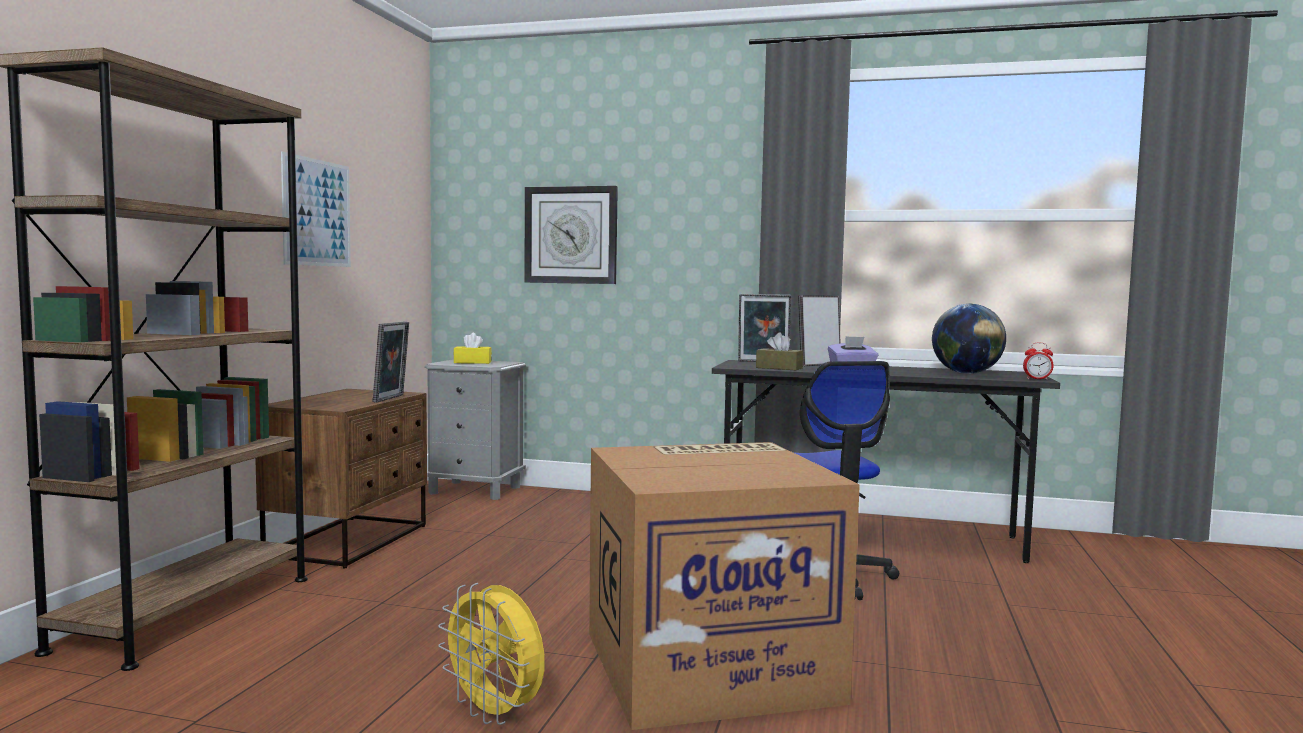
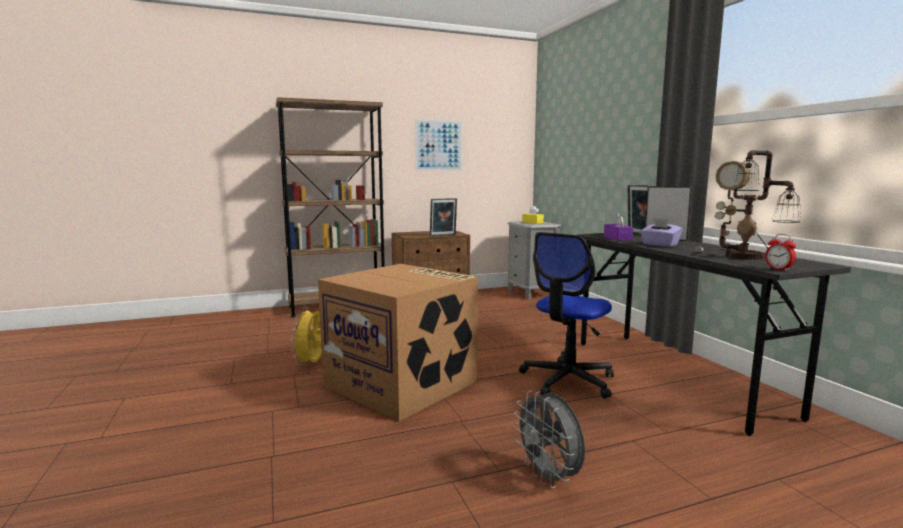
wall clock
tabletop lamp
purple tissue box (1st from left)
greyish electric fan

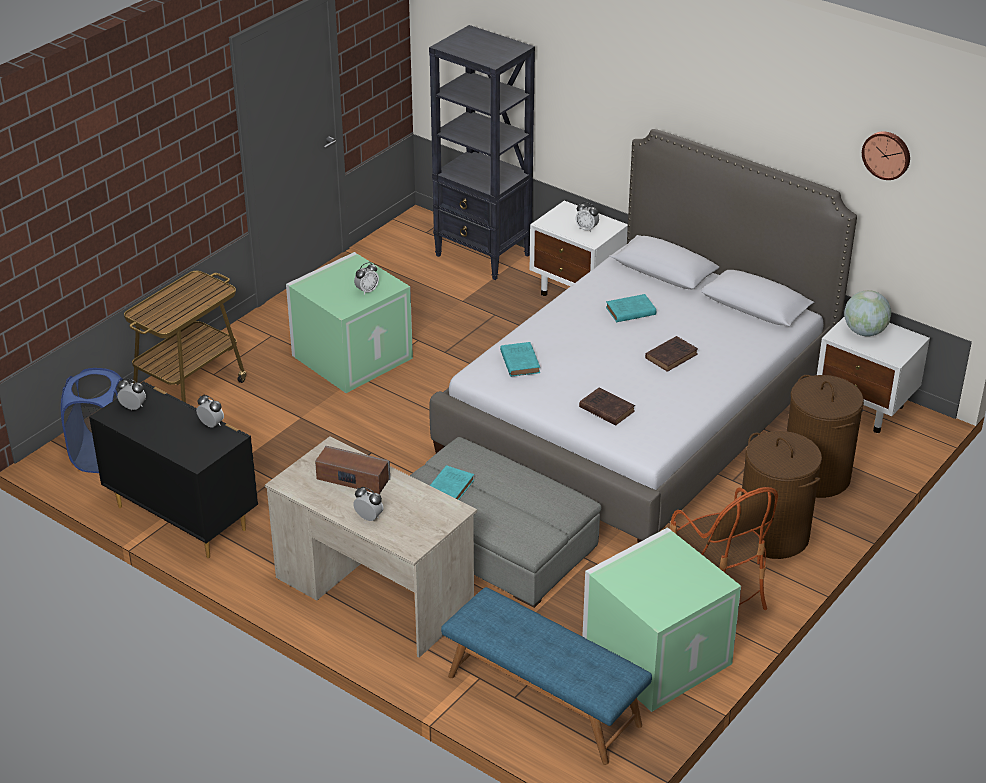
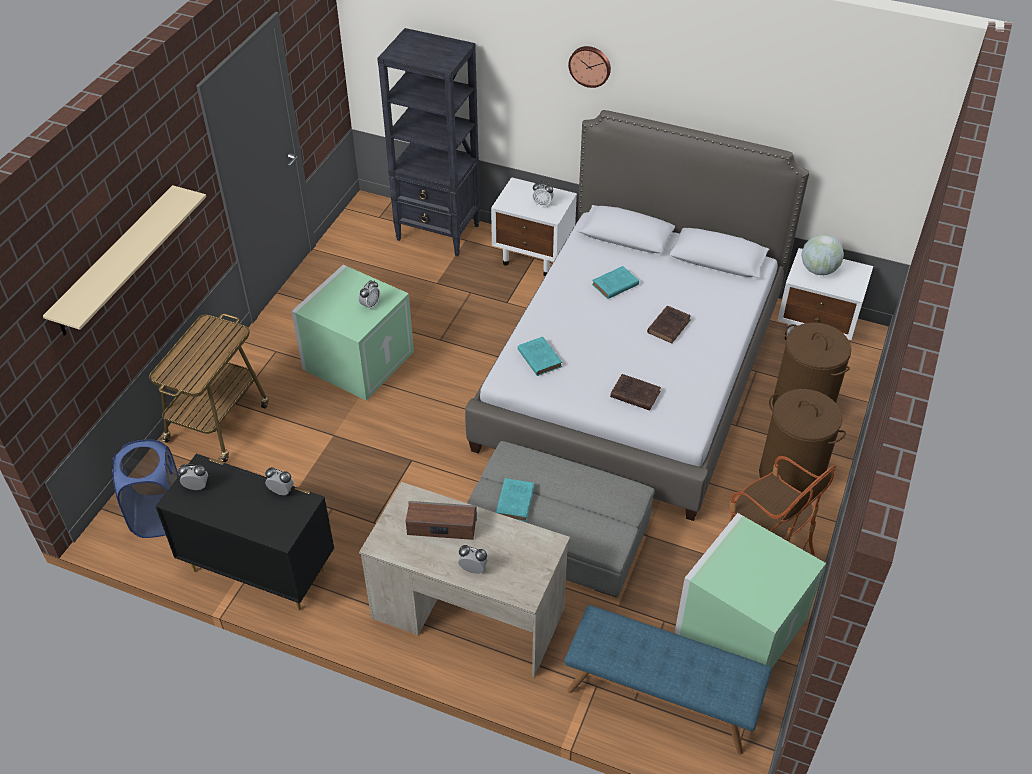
wall clock
beige-coloured bracket shelf

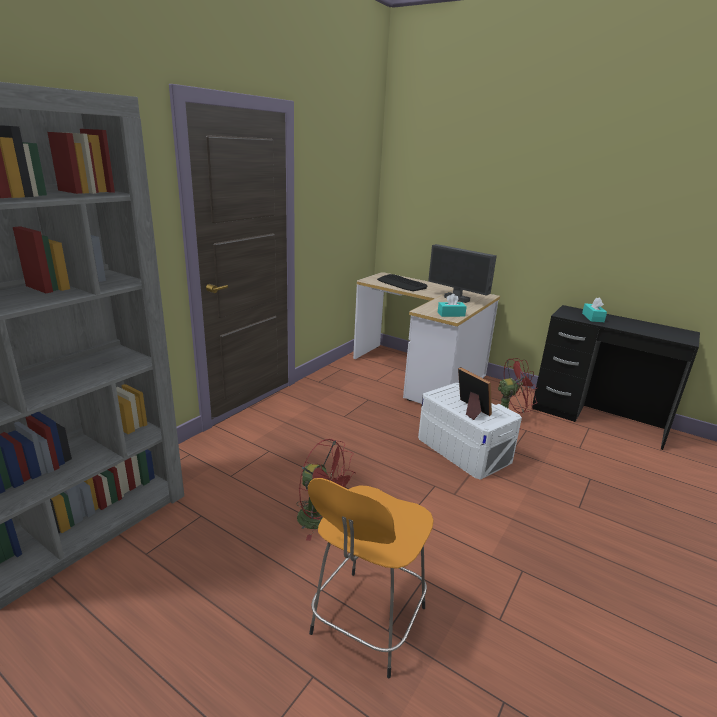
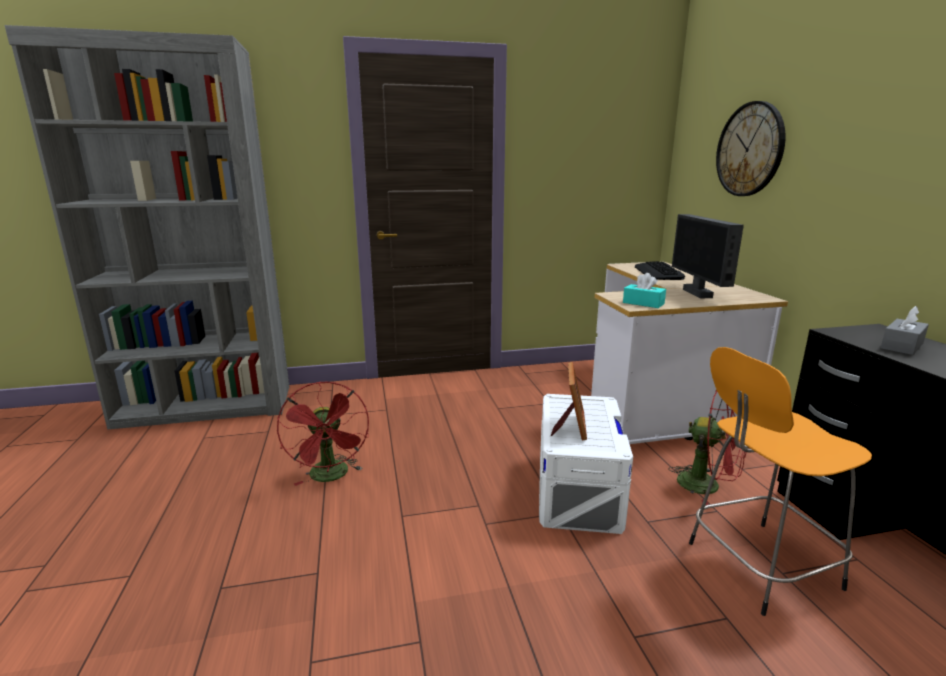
greyish tissue box
orange stool seat
wall clock

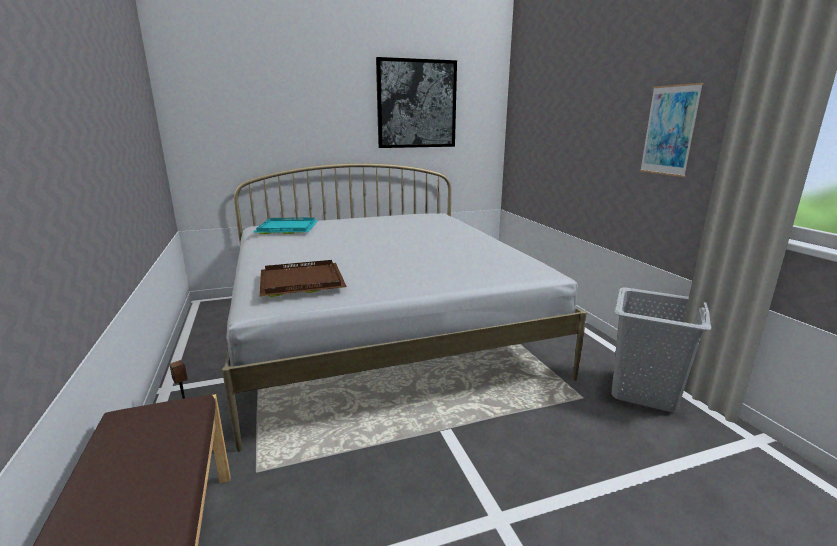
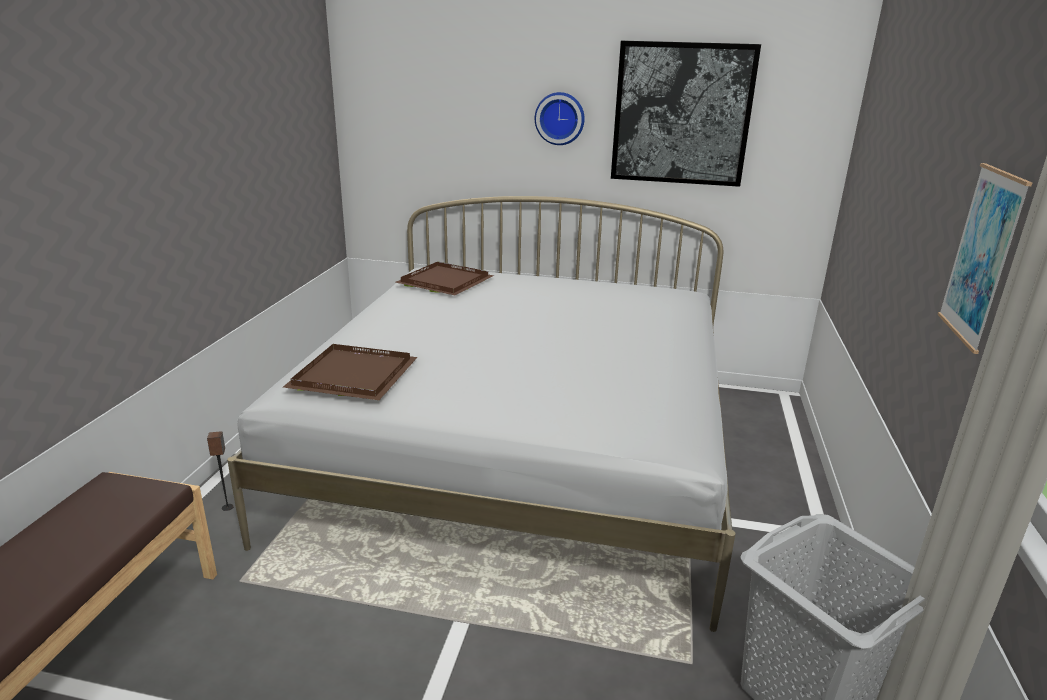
brownish carrying tray (2nd from left)
wall clock

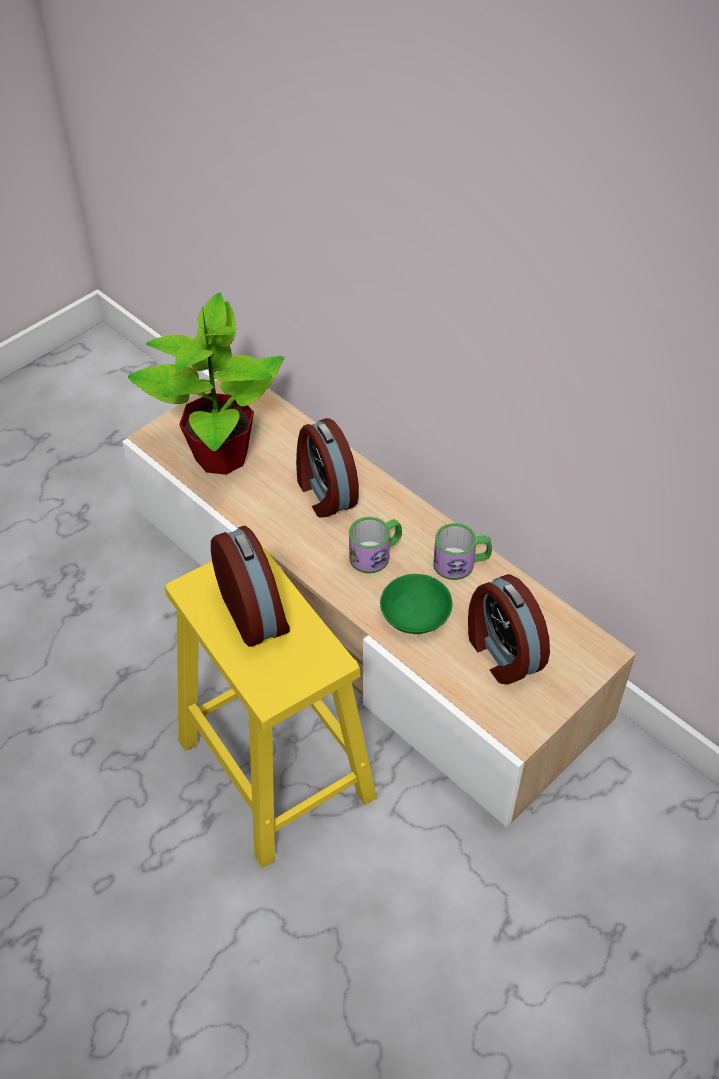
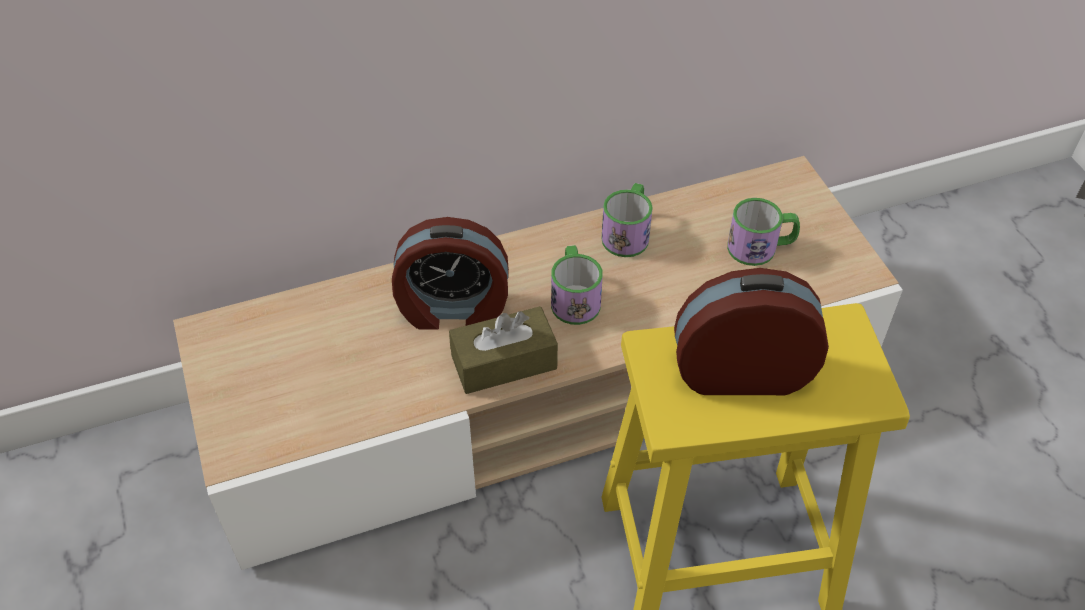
plant in a pot
greenish bowl
tea mug (3rd from left)
brownish tissue box

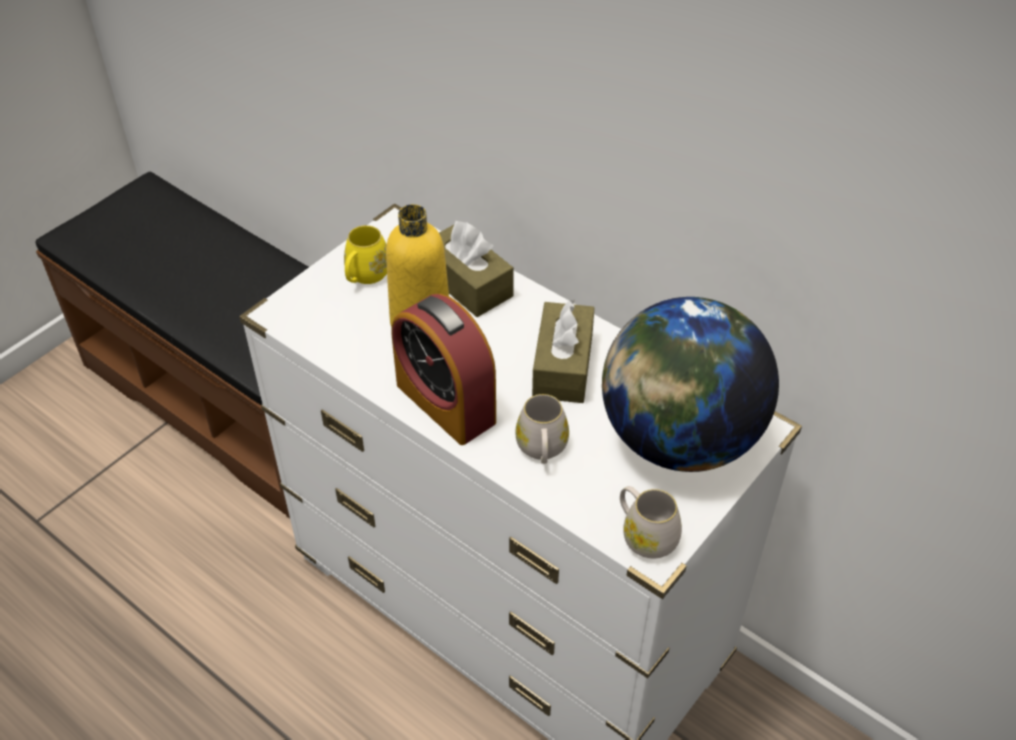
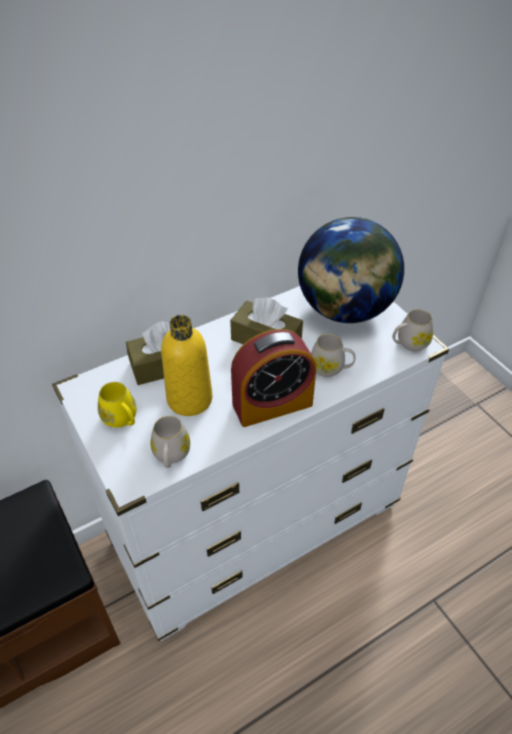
white tea mug (1st from left)

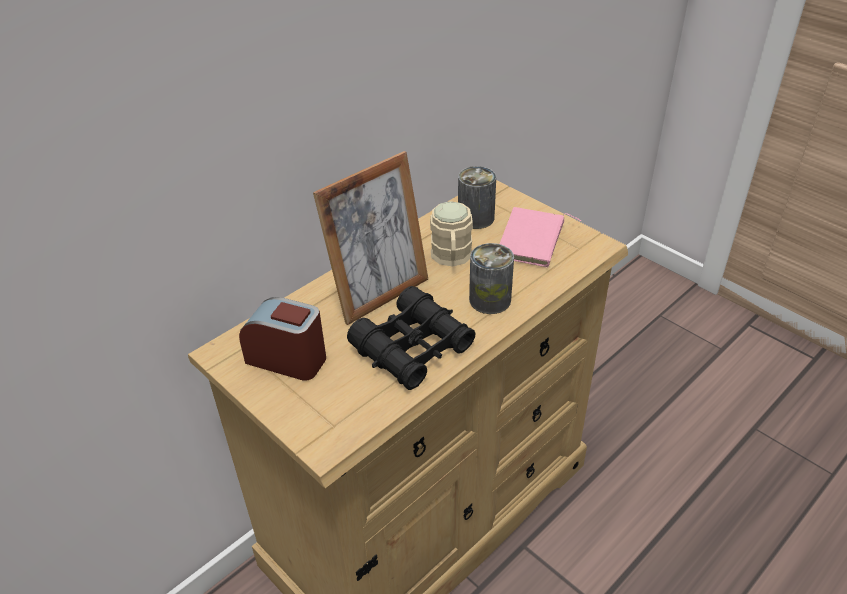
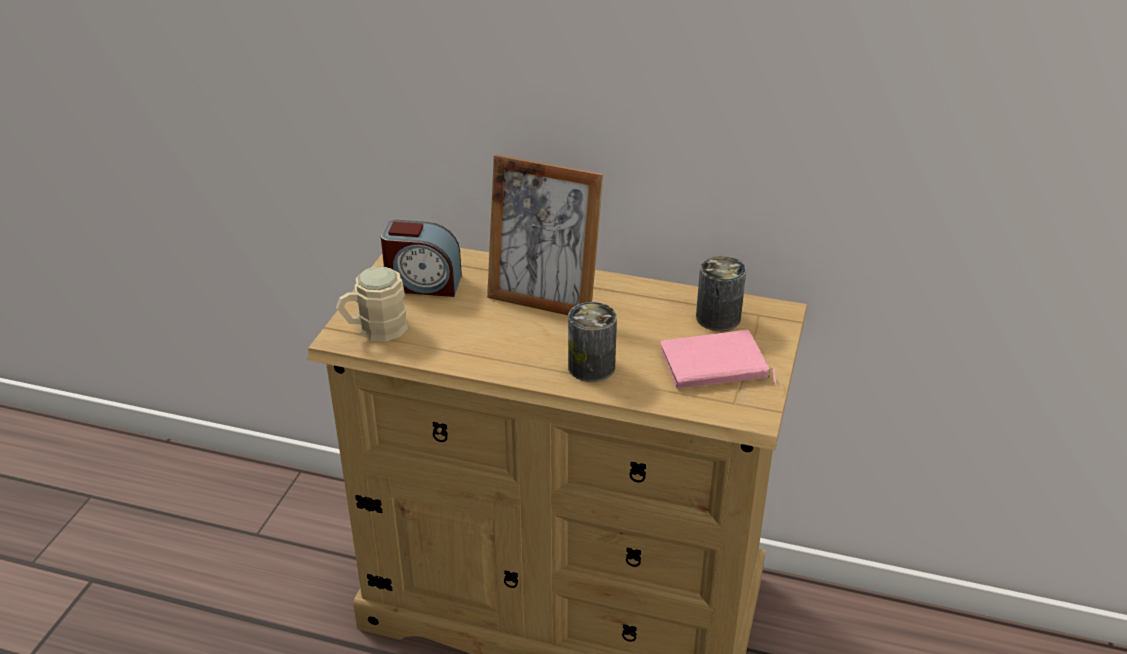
beige-coloured tea mug
black field glasses
bedside clock

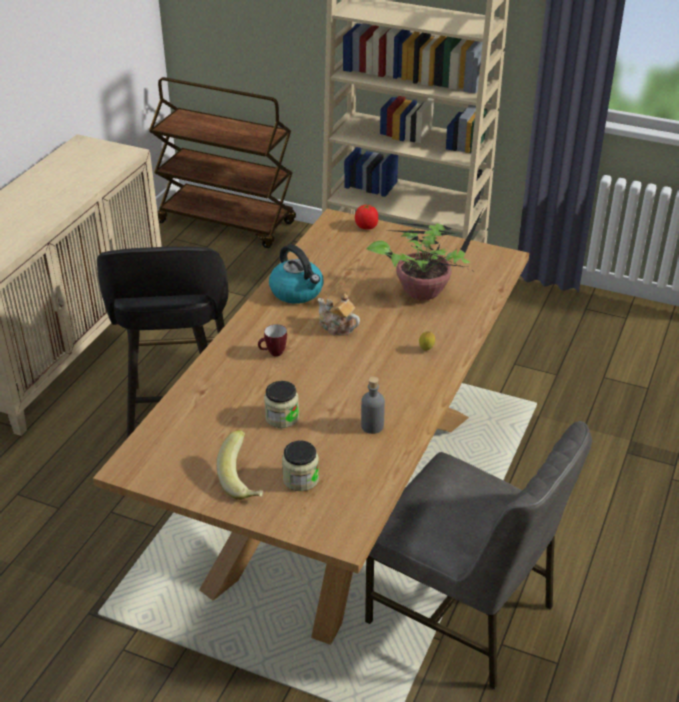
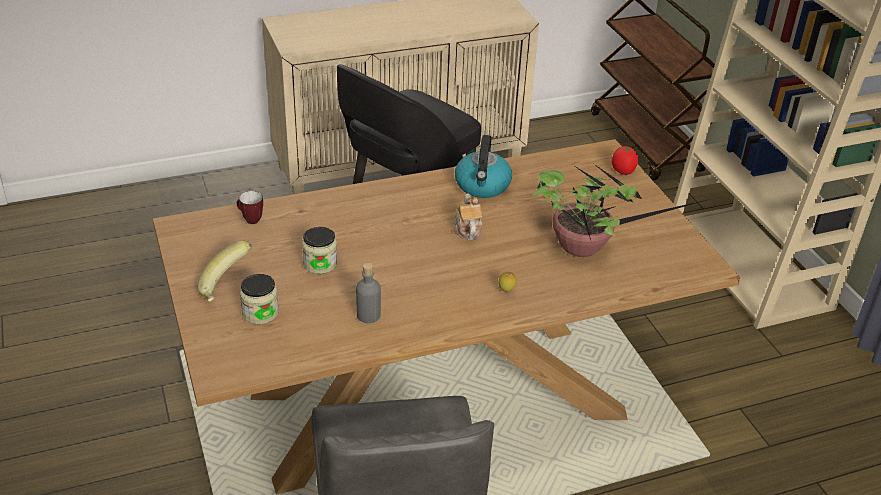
tea mug

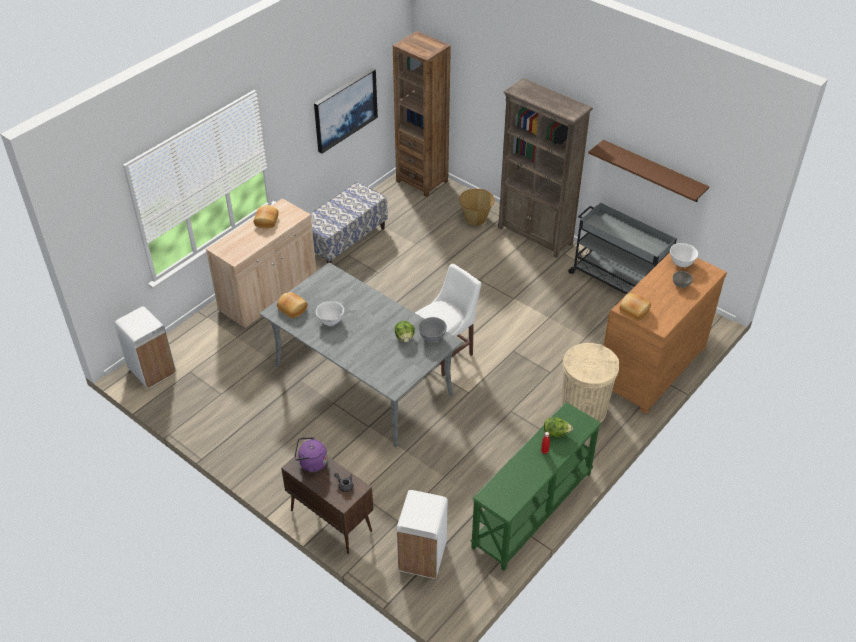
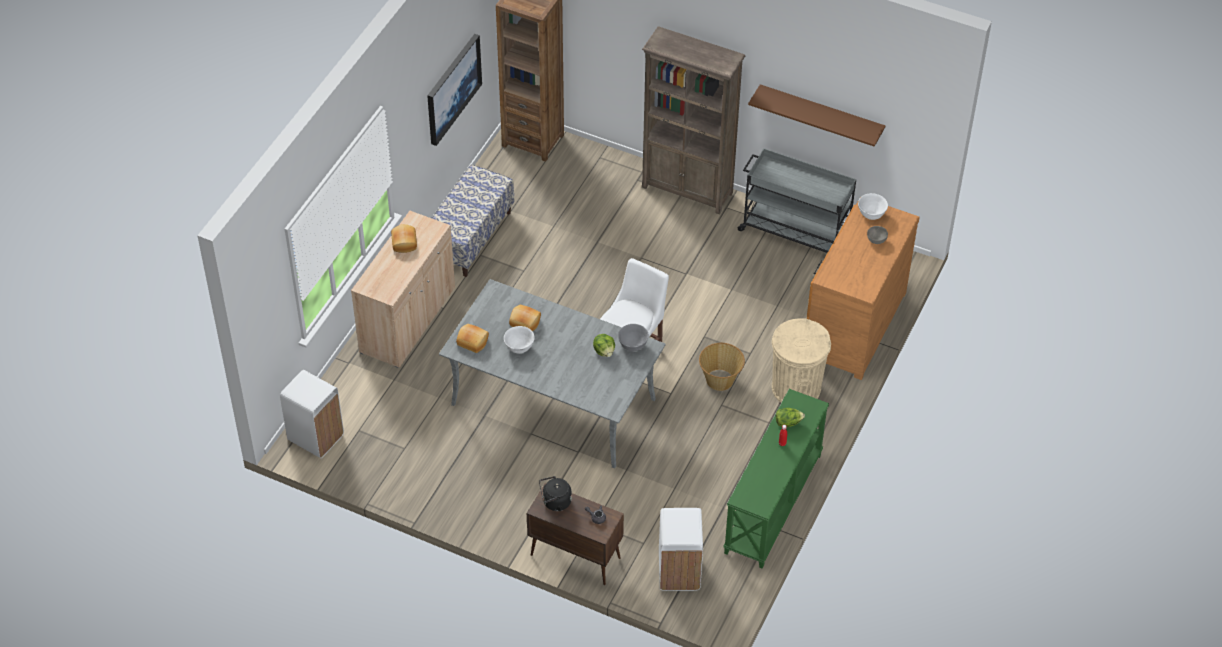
basket
bakery bread (3rd from left)
black water kettle

